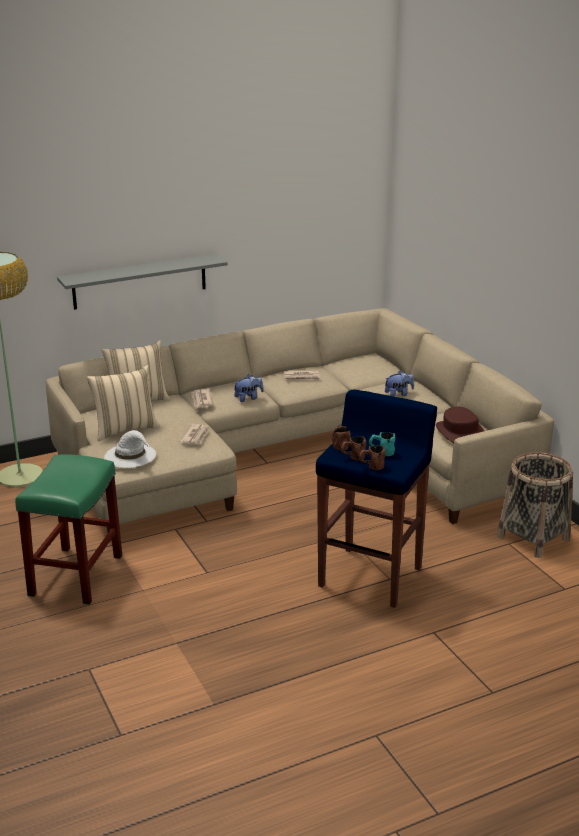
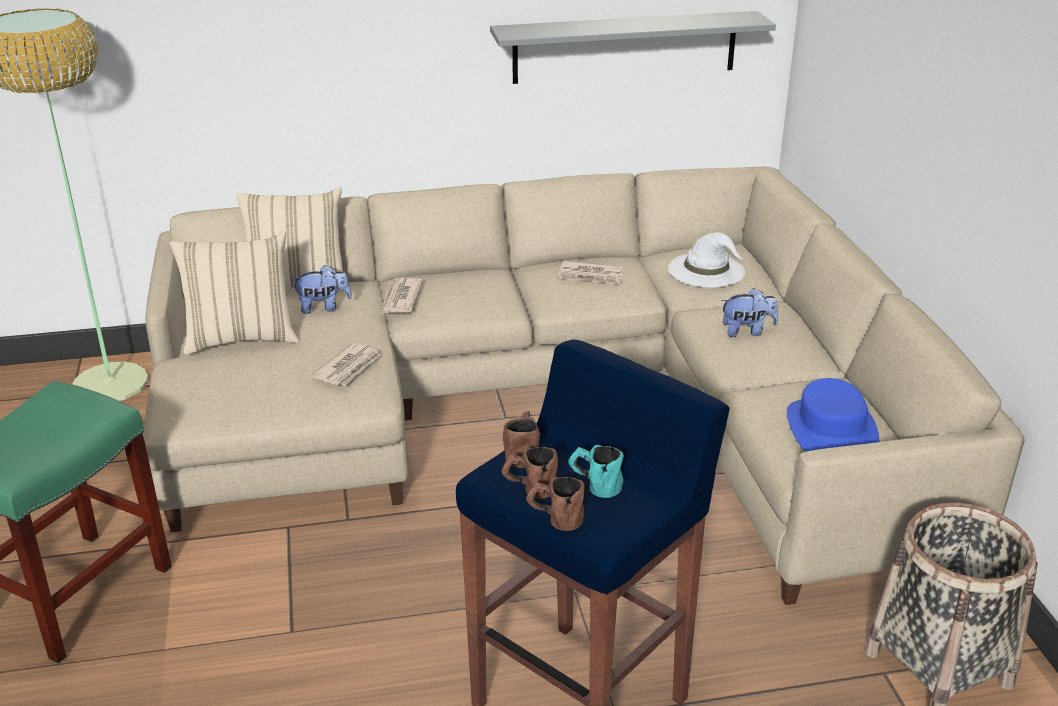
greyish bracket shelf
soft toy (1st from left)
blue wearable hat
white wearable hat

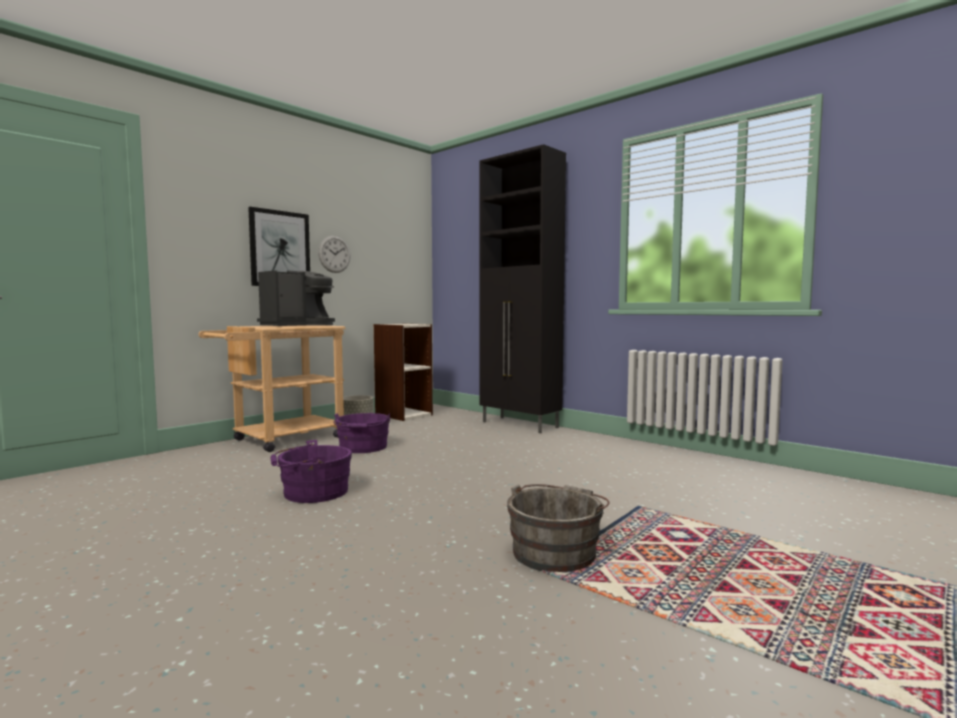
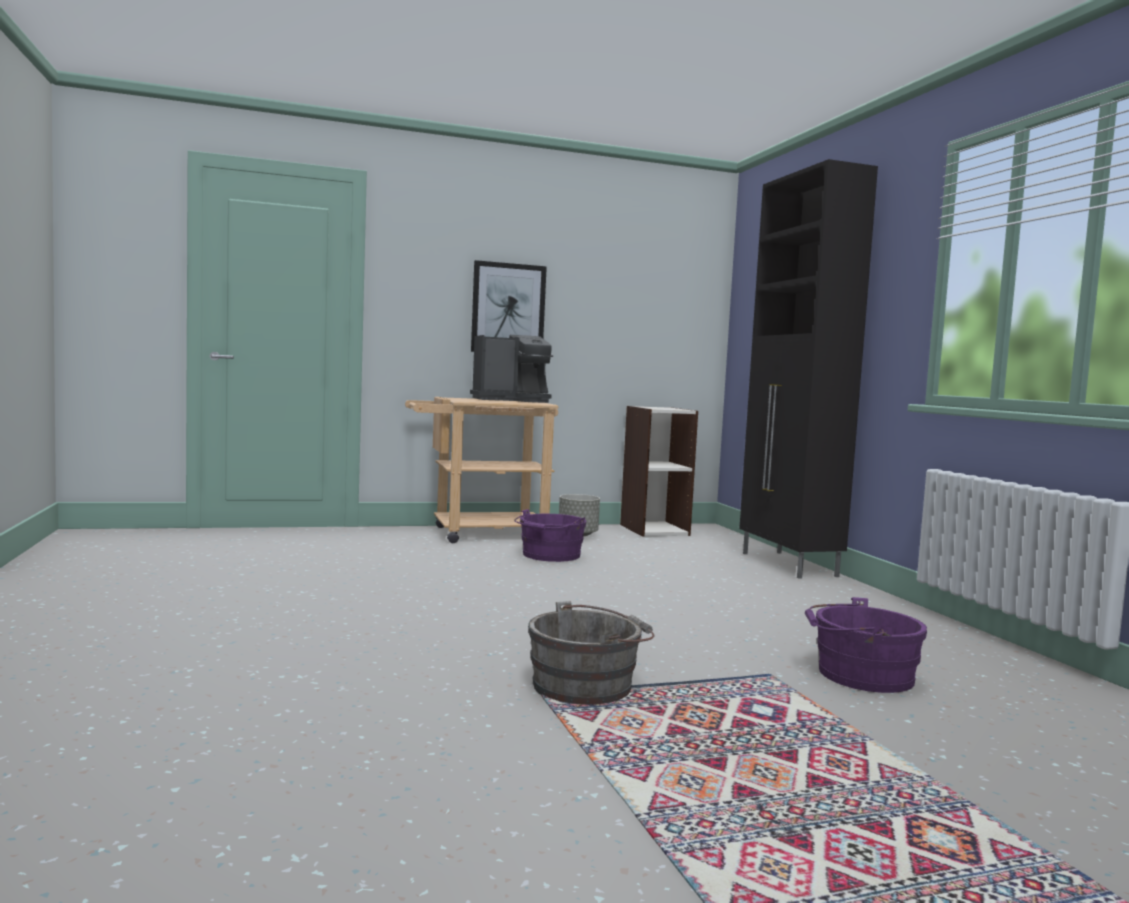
wall clock
purple bucket (2nd from left)

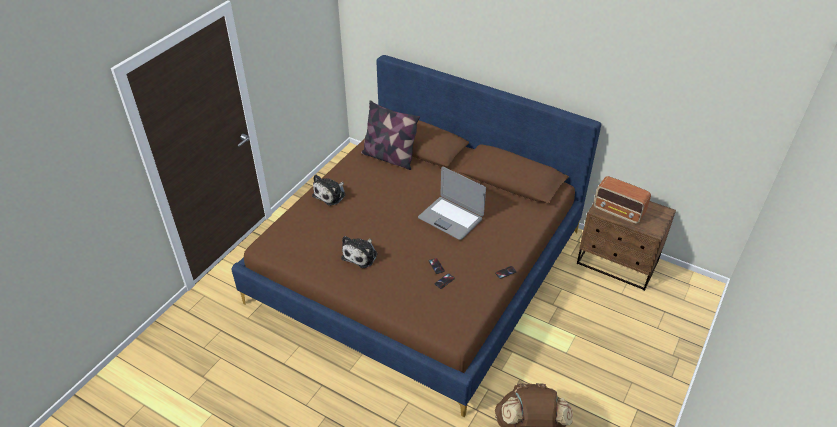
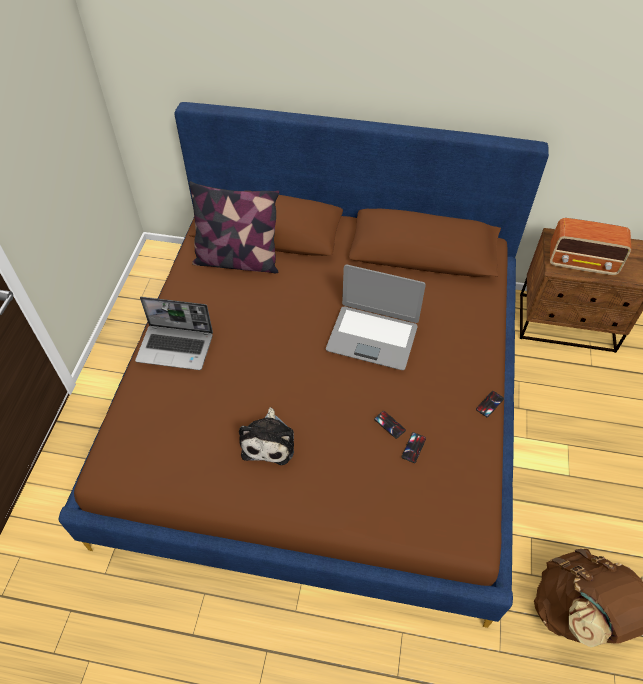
notebook computer (1st from left)

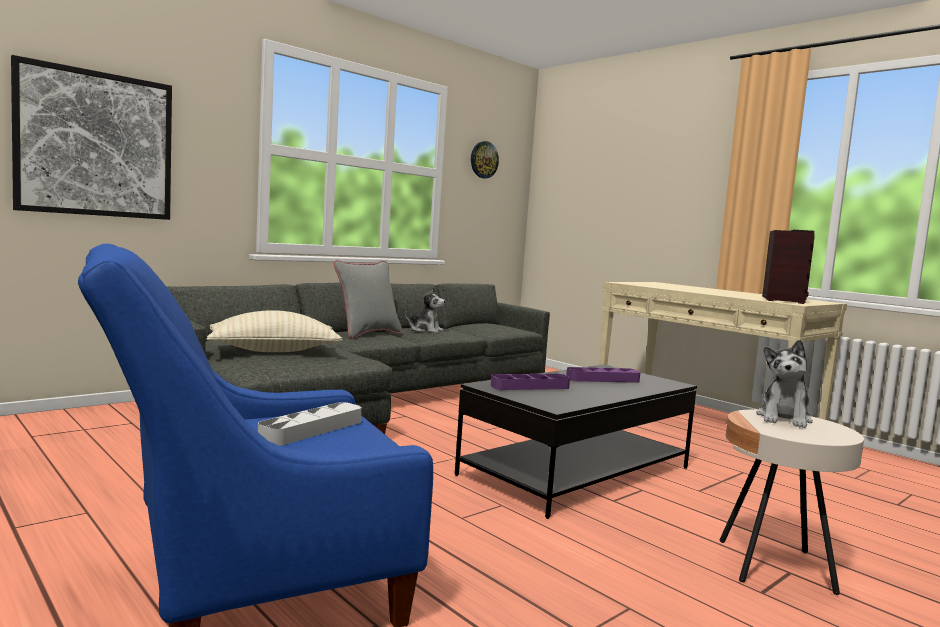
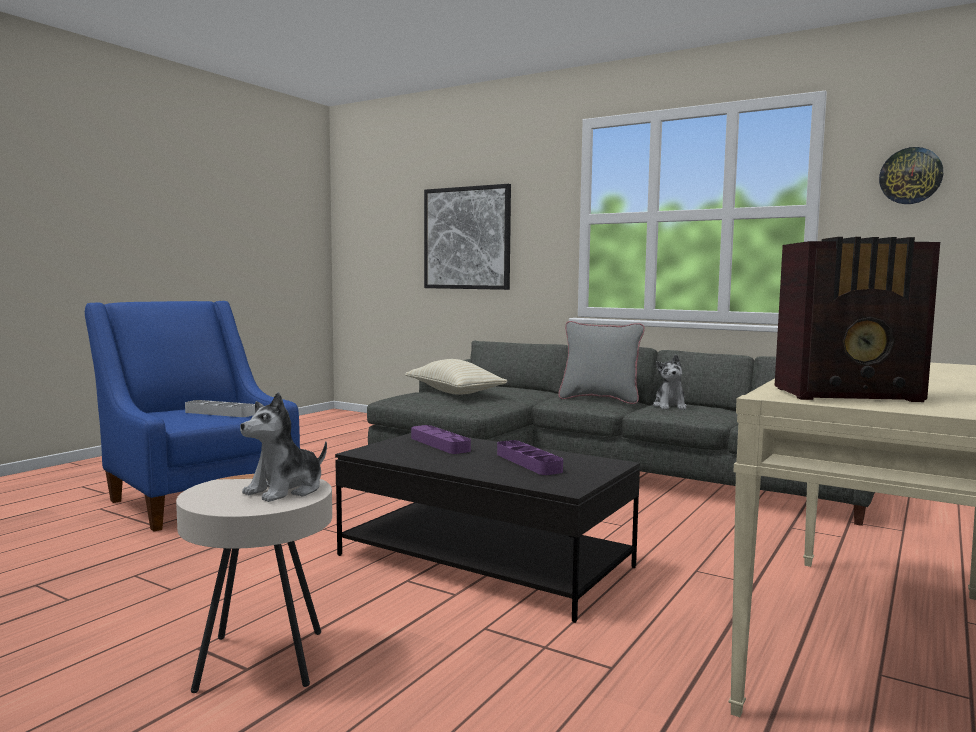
soft toy (1st from left)

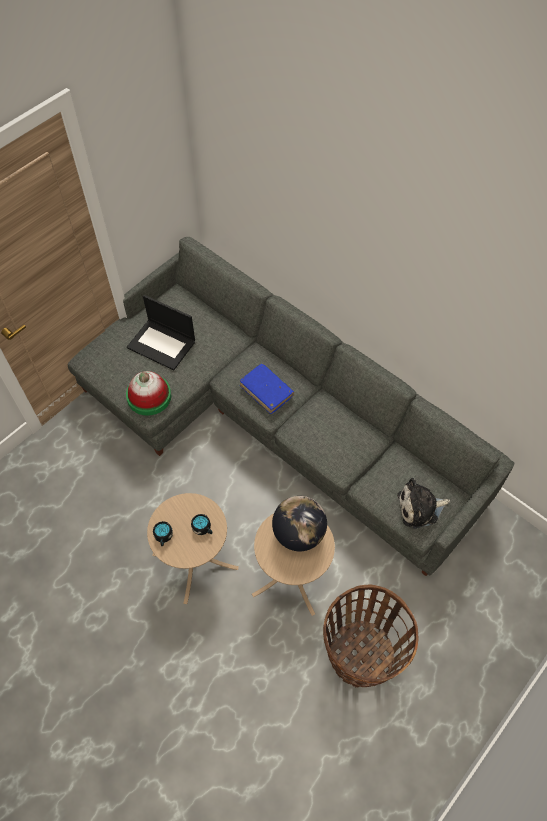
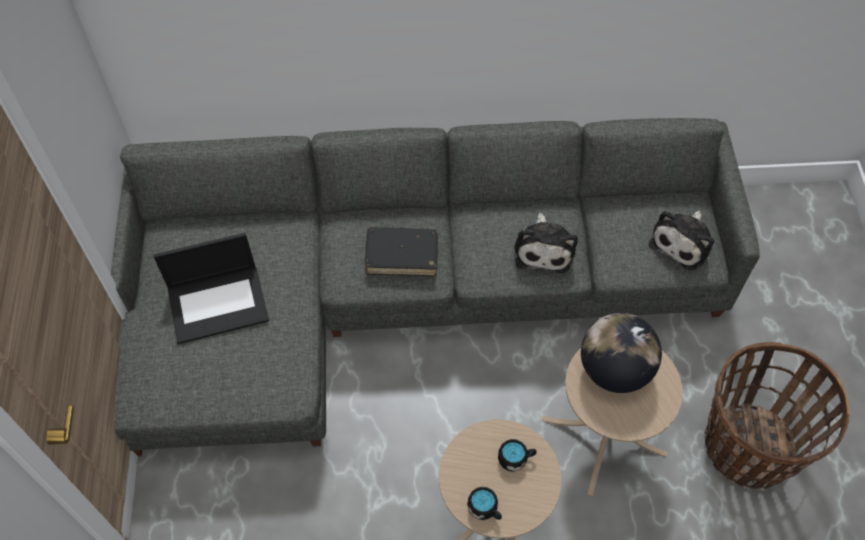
black bound book
wearable hat
soft toy (1st from left)

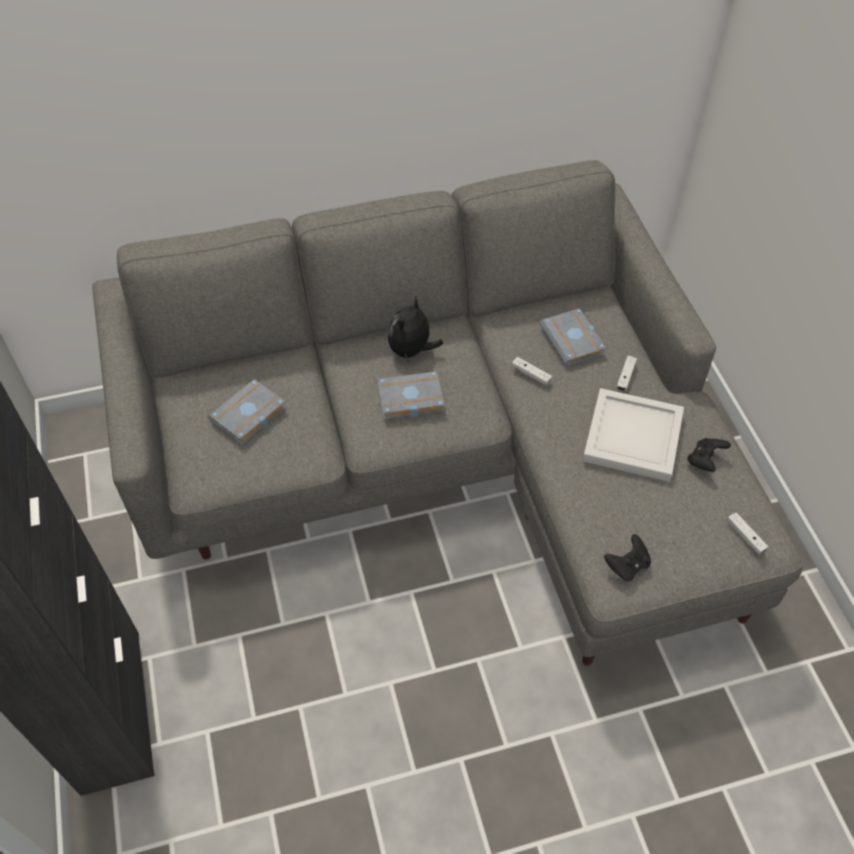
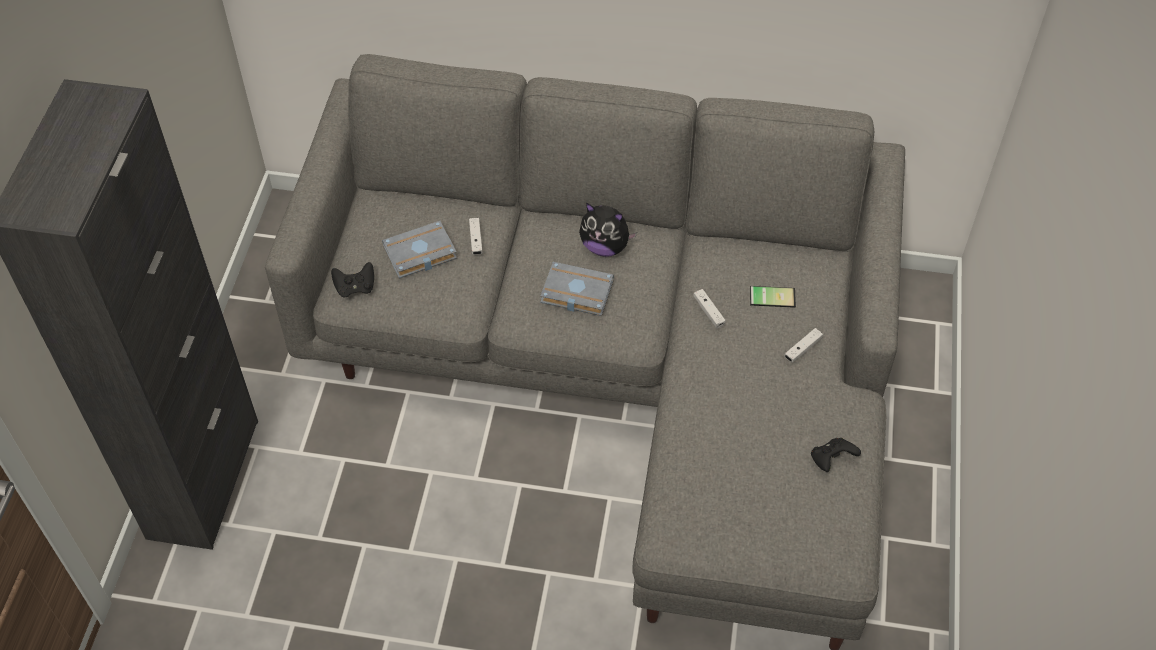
soft toy
telephone
white carrying tray
white joypad (1st from left)
black joypad (1st from left)

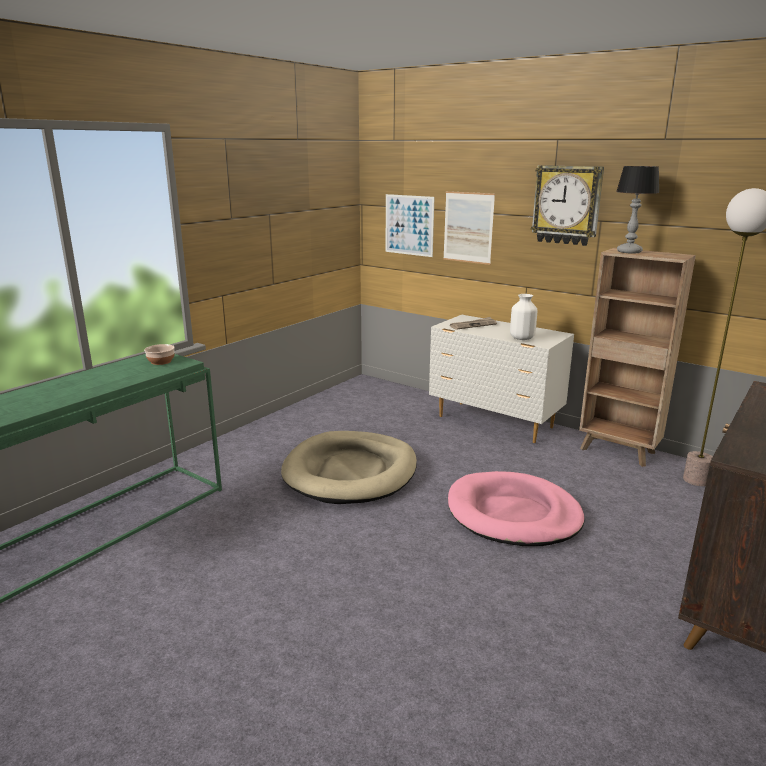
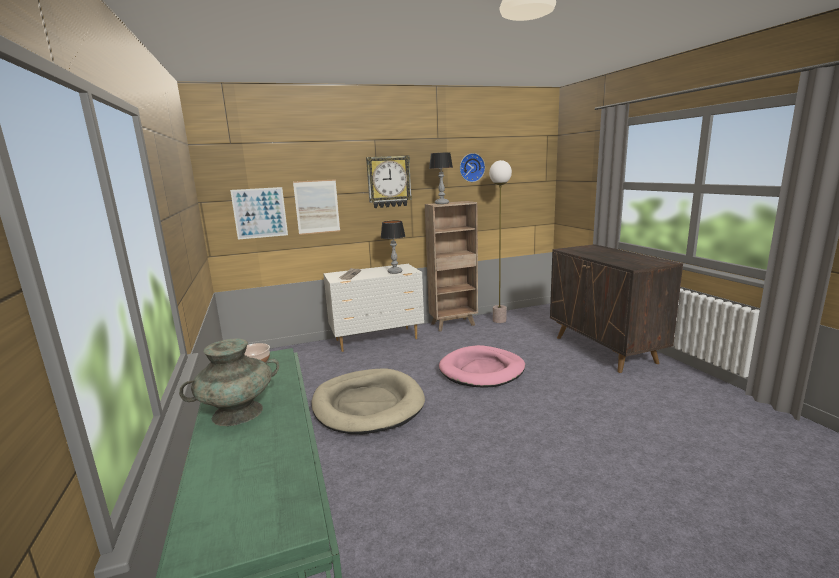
tabletop lamp (1st from left)
wall clock (2nd from left)
blue-green vase

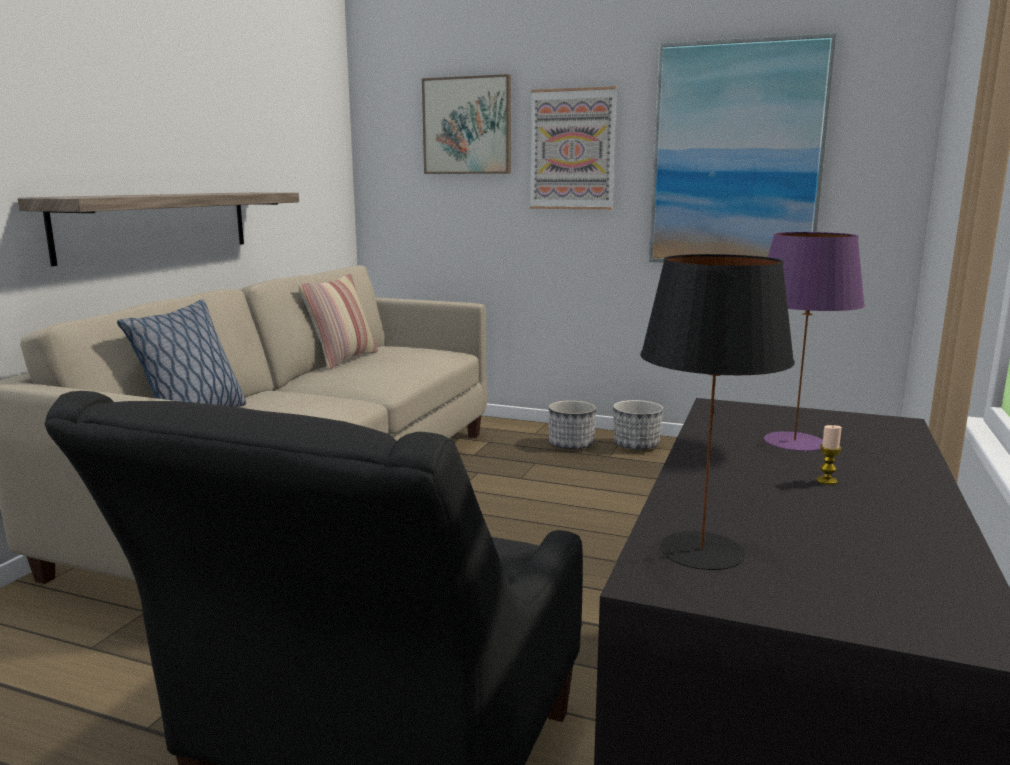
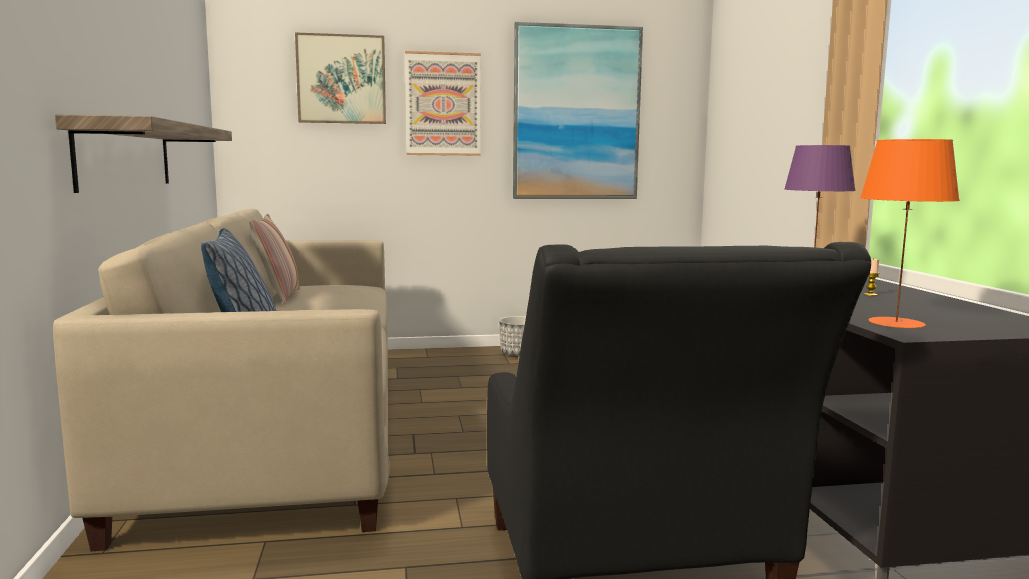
orange tabletop lamp
flower pot (1st from left in the first image)

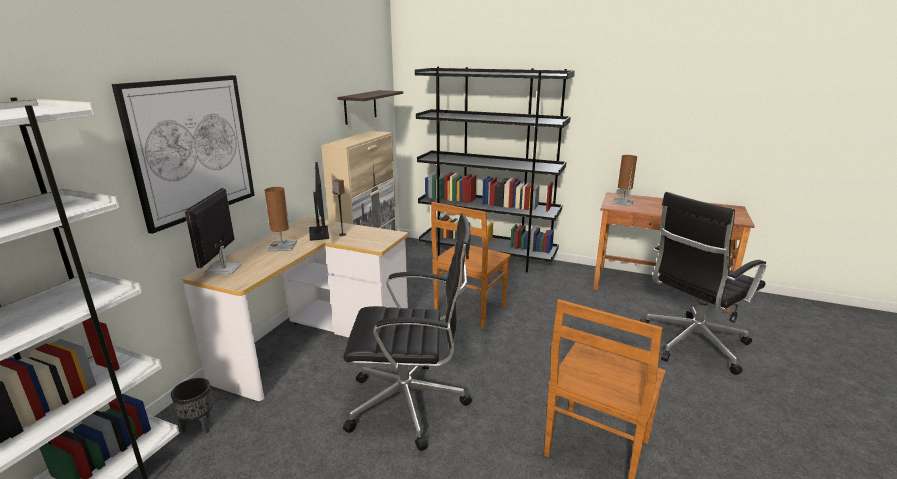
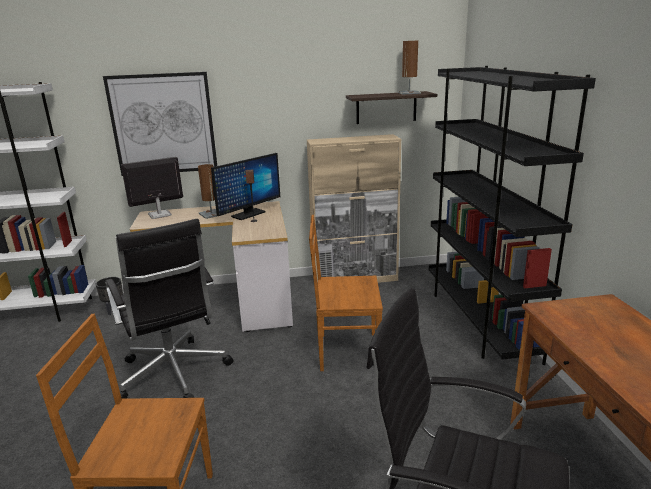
brownish tabletop lamp (2nd from left)

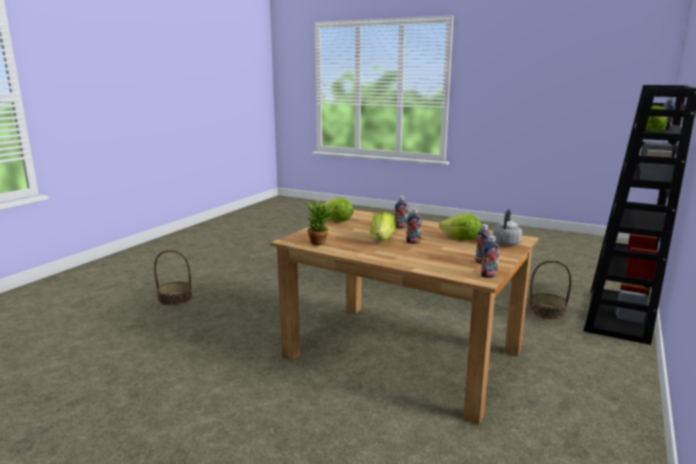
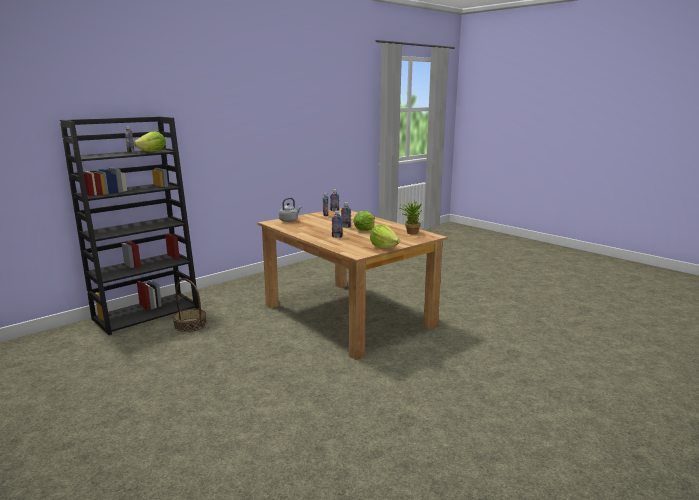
lettuce head (3rd from left in the first image)
basket (1st from left in the first image)

